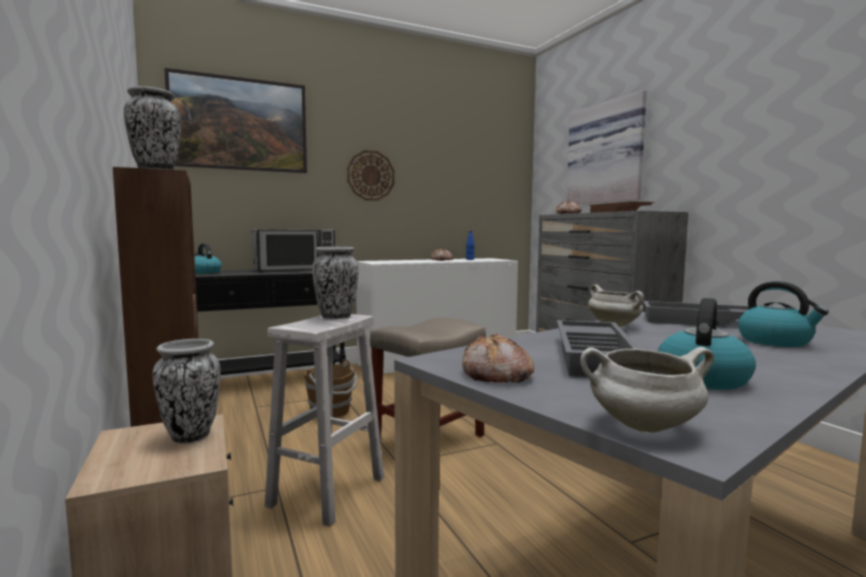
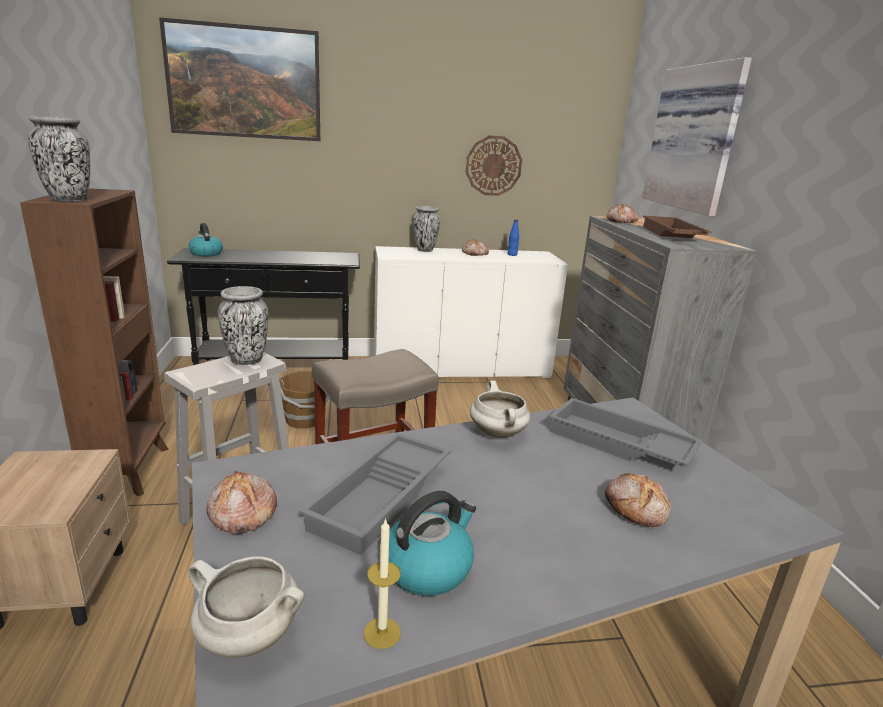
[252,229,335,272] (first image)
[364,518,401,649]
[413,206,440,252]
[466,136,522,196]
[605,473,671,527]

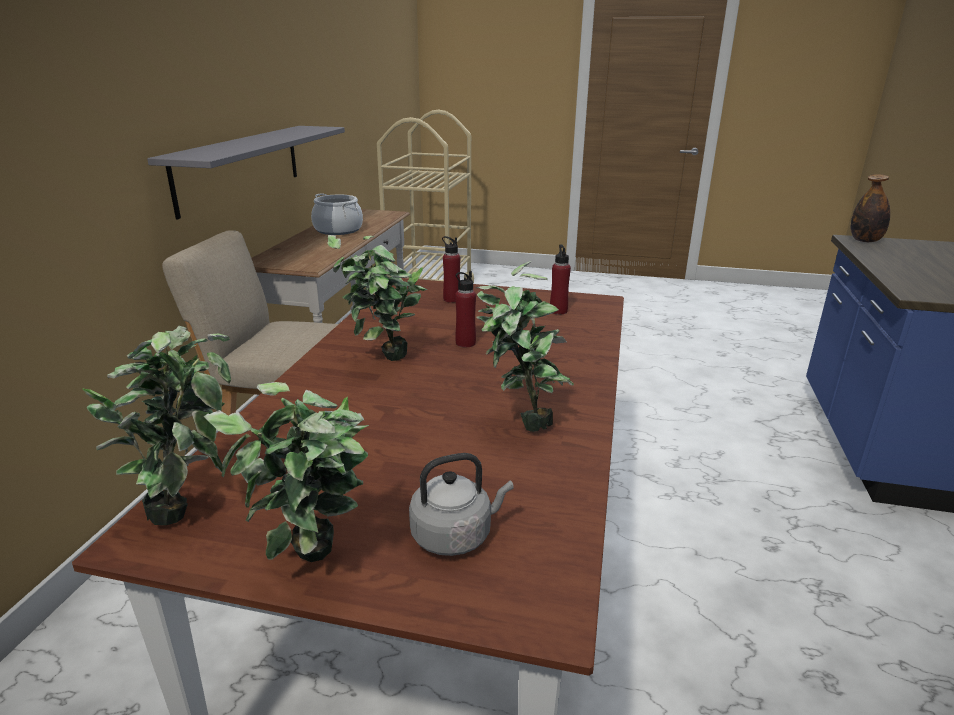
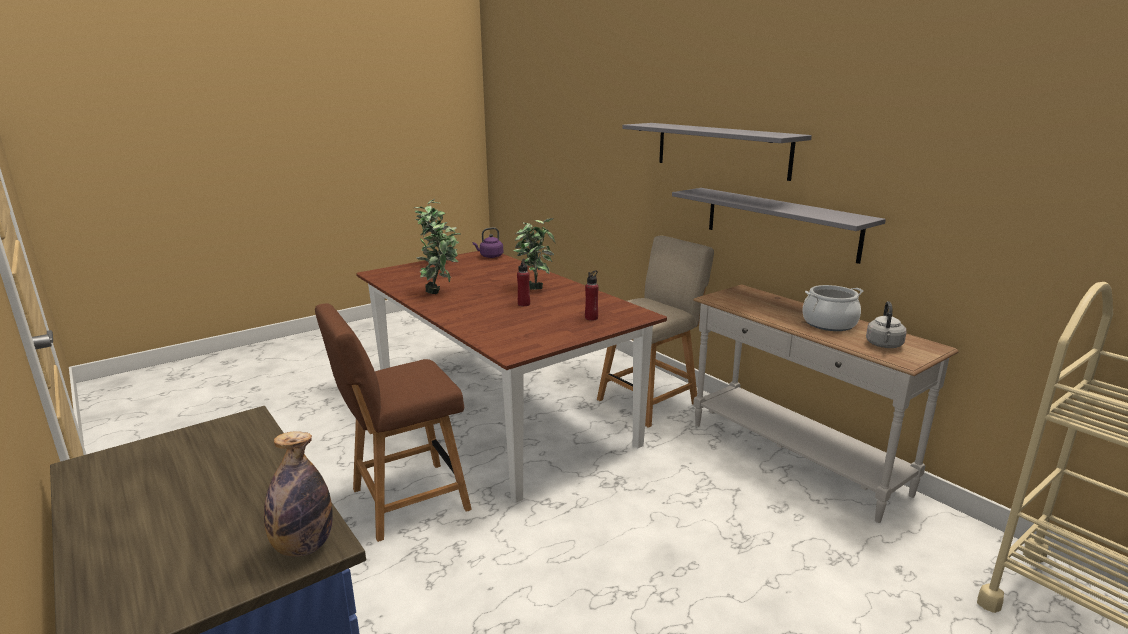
[550,244,571,315] (first image)
[315,303,472,542]
[622,123,812,181]
[866,301,907,348]
[473,227,503,258]

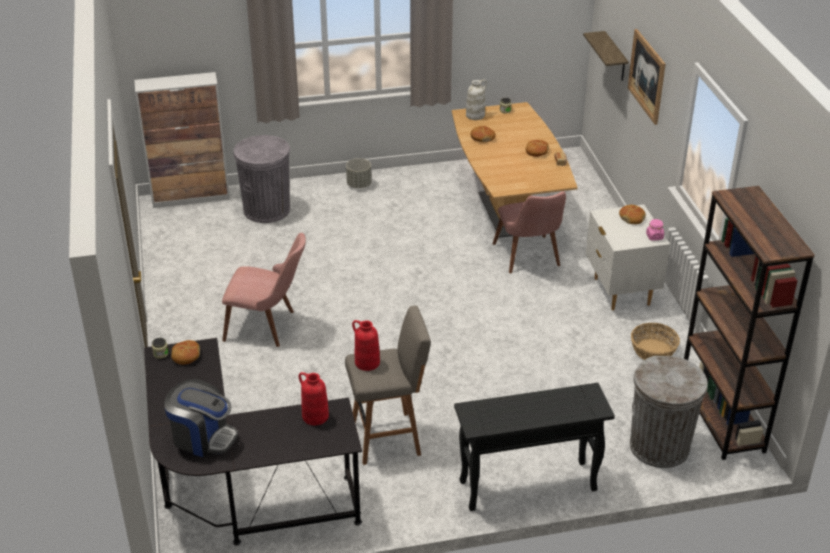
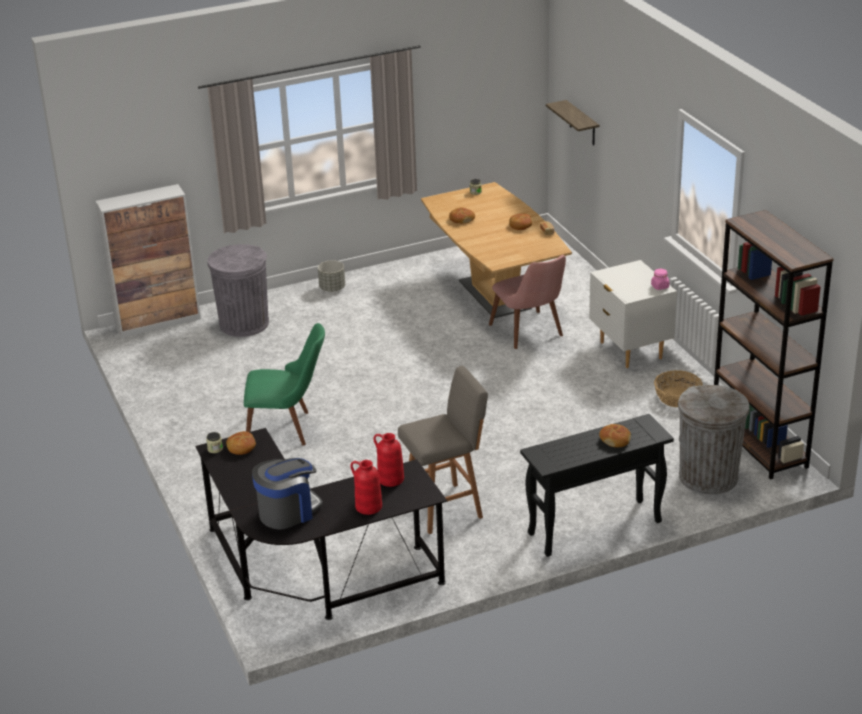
[466,79,487,120] (first image)
[628,29,666,125] (first image)
[350,460,382,515]
[599,424,631,447]
[244,323,325,446]
[252,458,323,530]

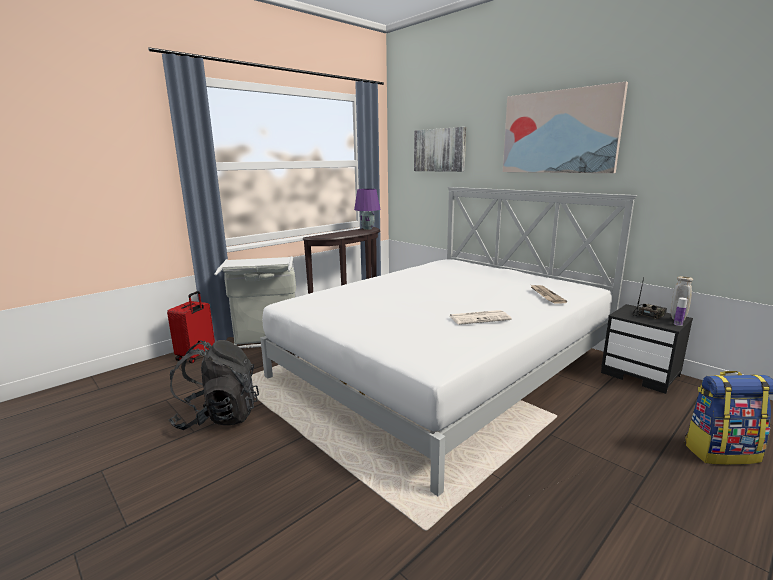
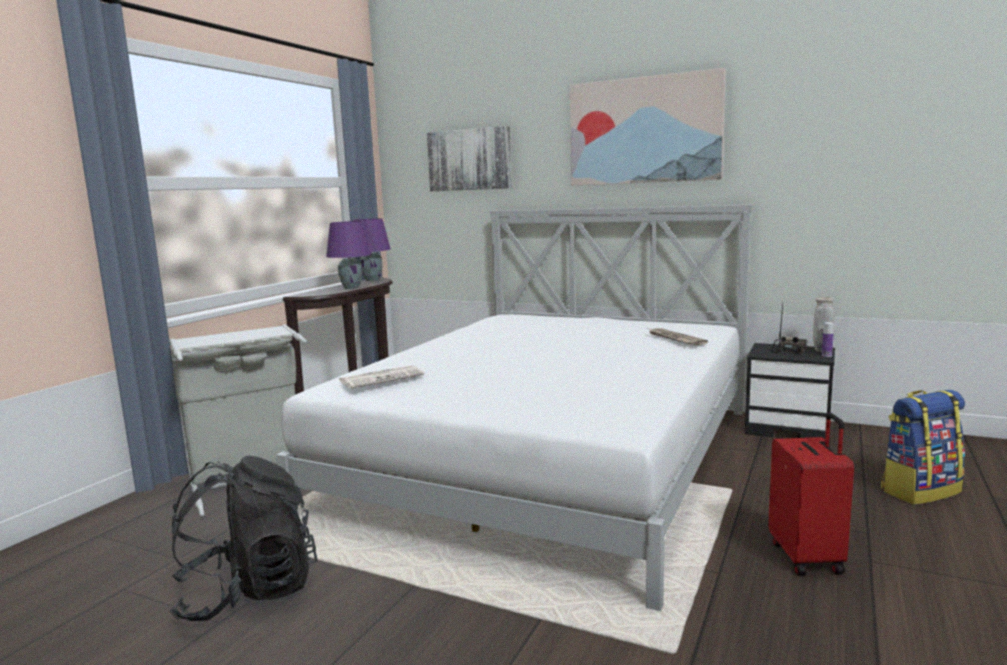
[326,221,371,289]
[768,413,854,576]
[339,365,424,389]

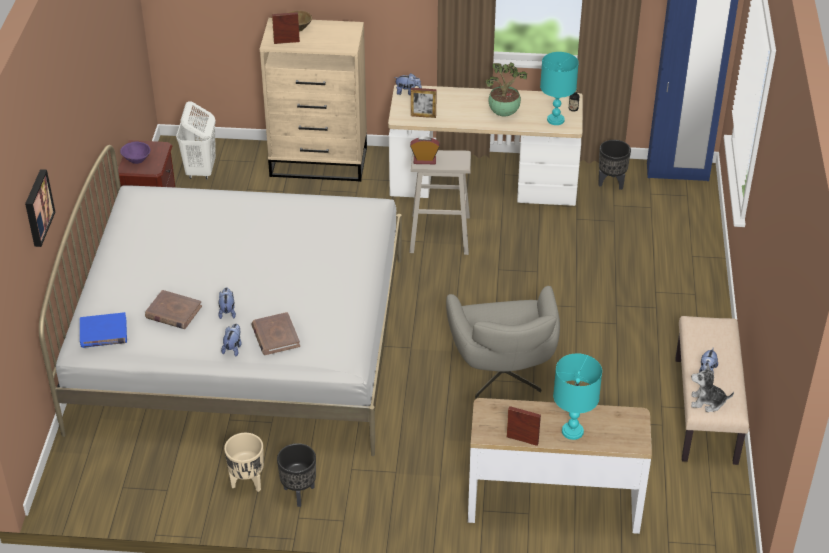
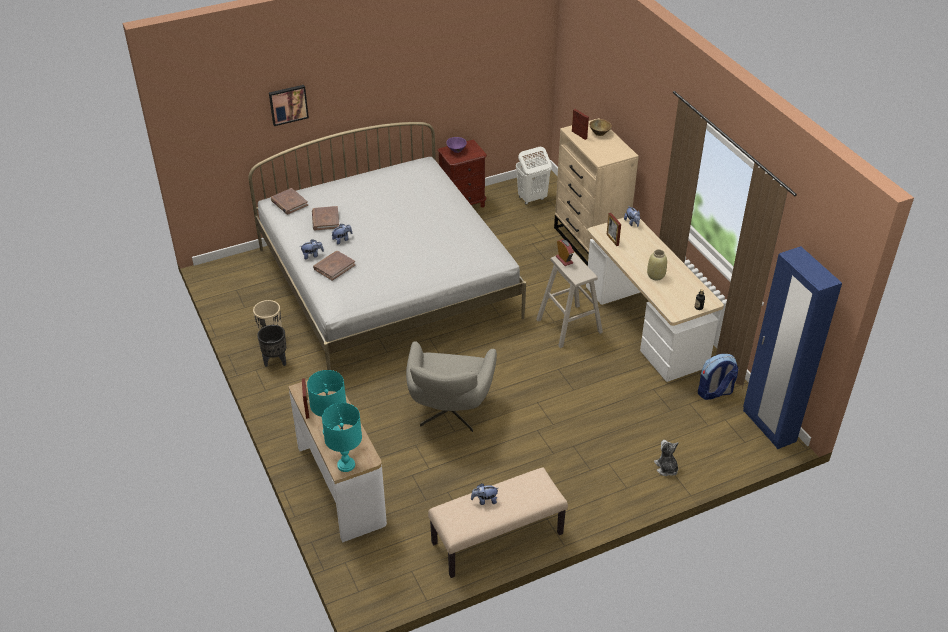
[322,403,362,472]
[654,440,679,476]
[647,249,667,280]
[698,354,738,400]
[271,188,308,215]
[406,341,497,432]

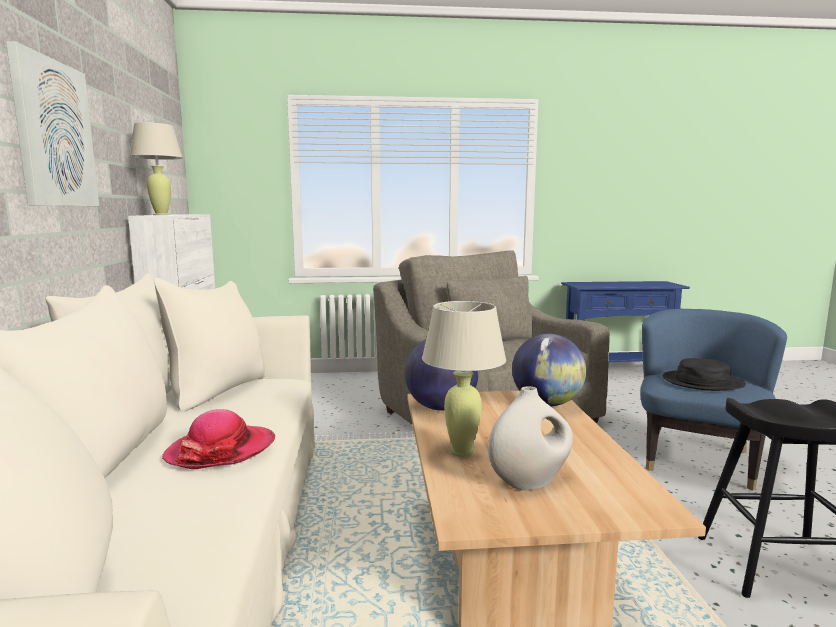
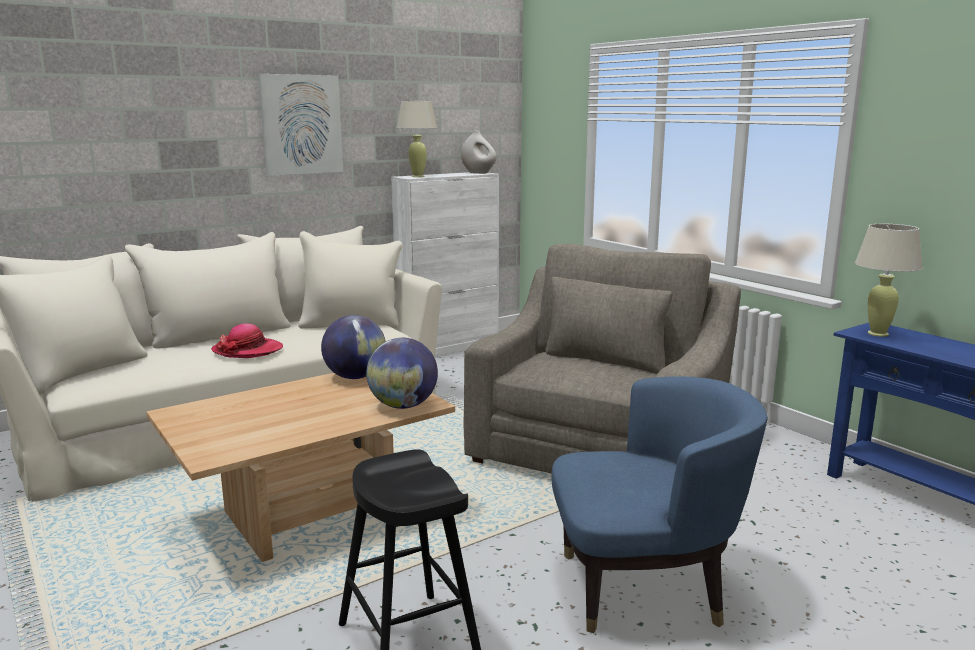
[663,358,746,391] (first image)
[855,224,923,337]
[461,130,497,174]

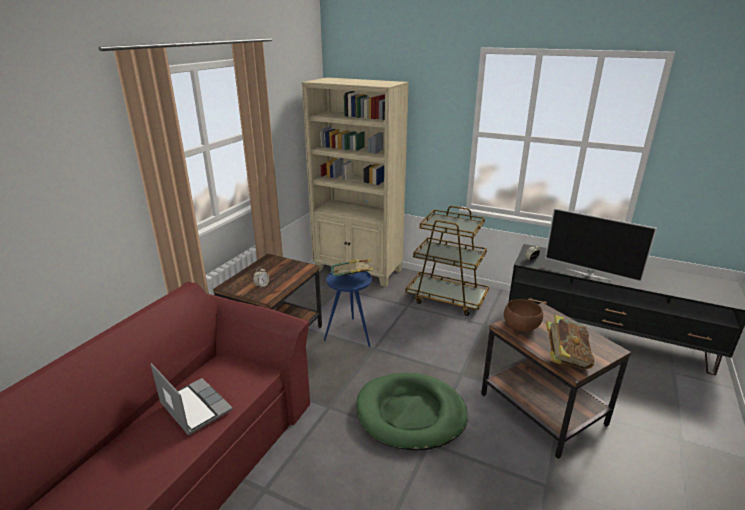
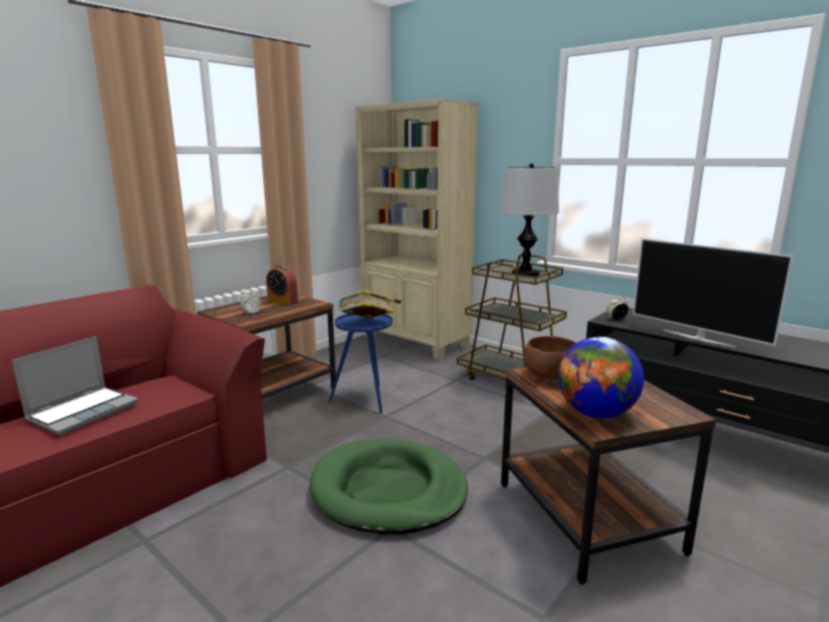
[266,265,298,305]
[500,163,559,277]
[558,337,644,418]
[12,336,139,435]

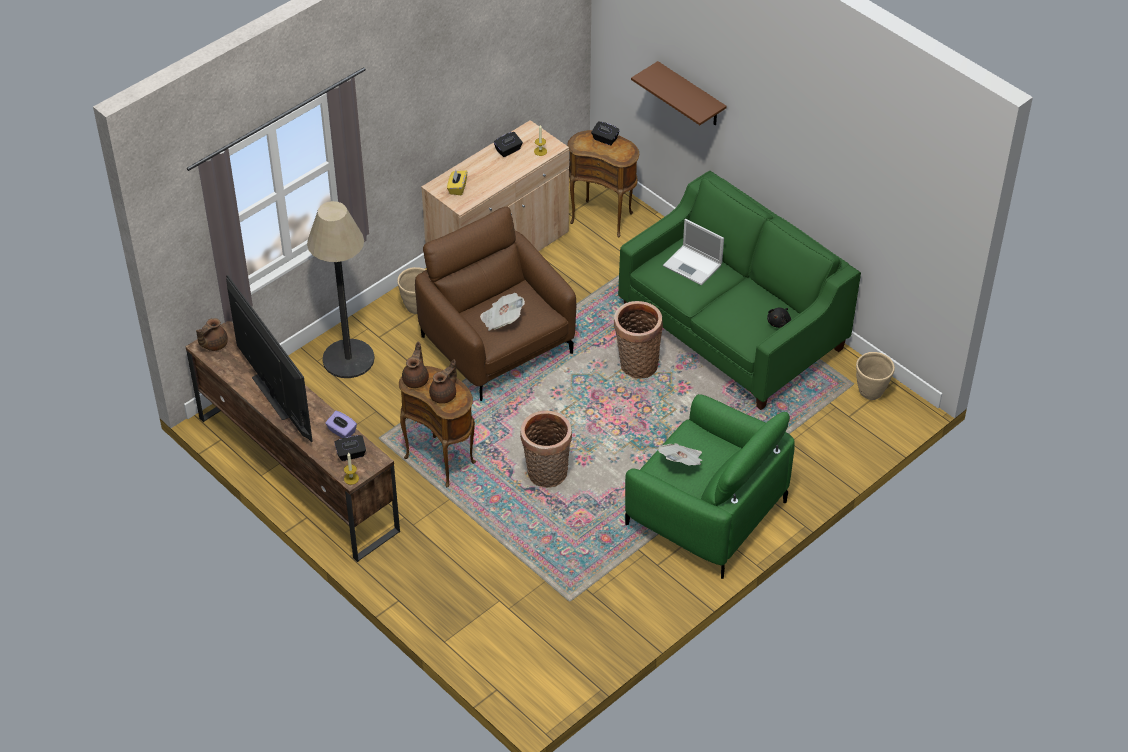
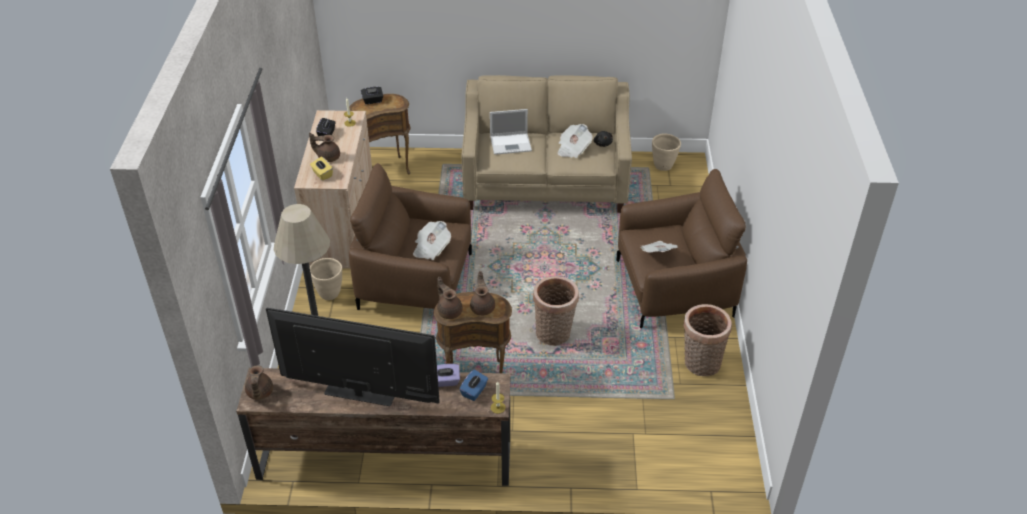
[631,61,727,126] (first image)
[309,133,340,162]
[557,124,593,158]
[683,304,732,376]
[459,369,488,401]
[461,75,632,213]
[616,169,747,329]

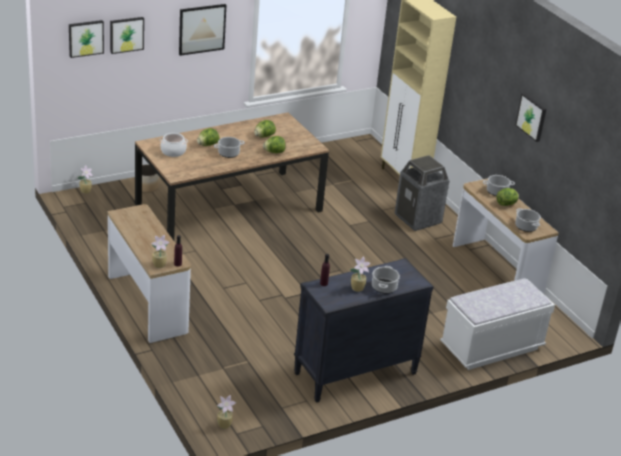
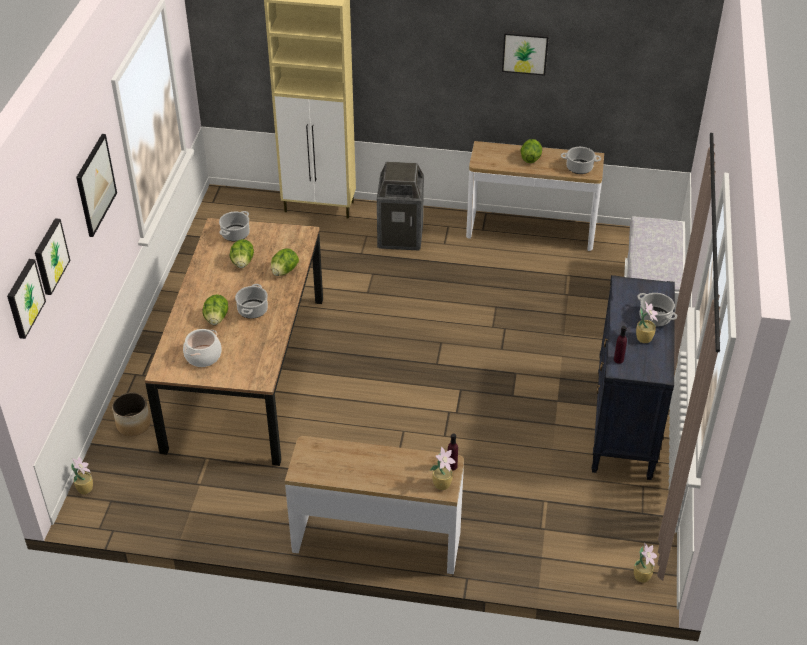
[219,211,250,241]

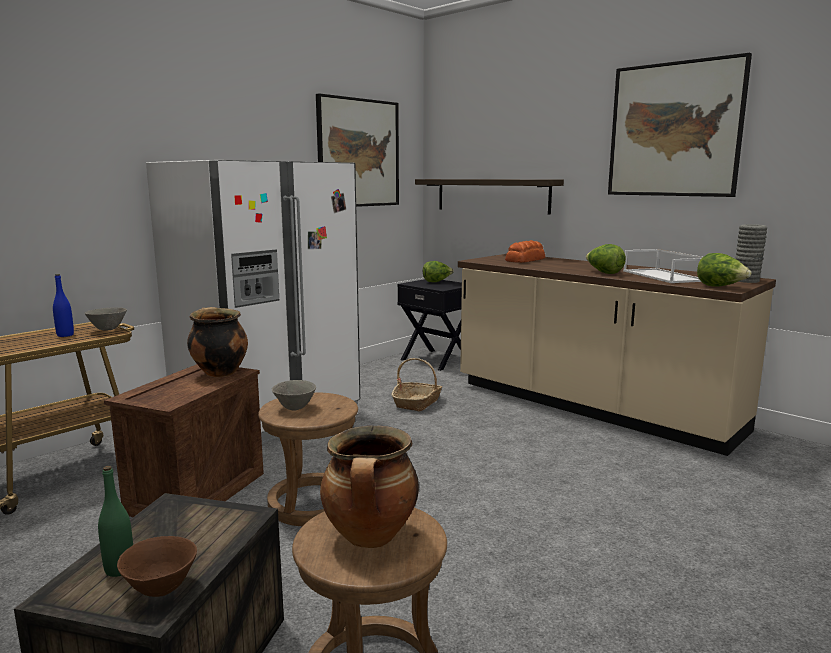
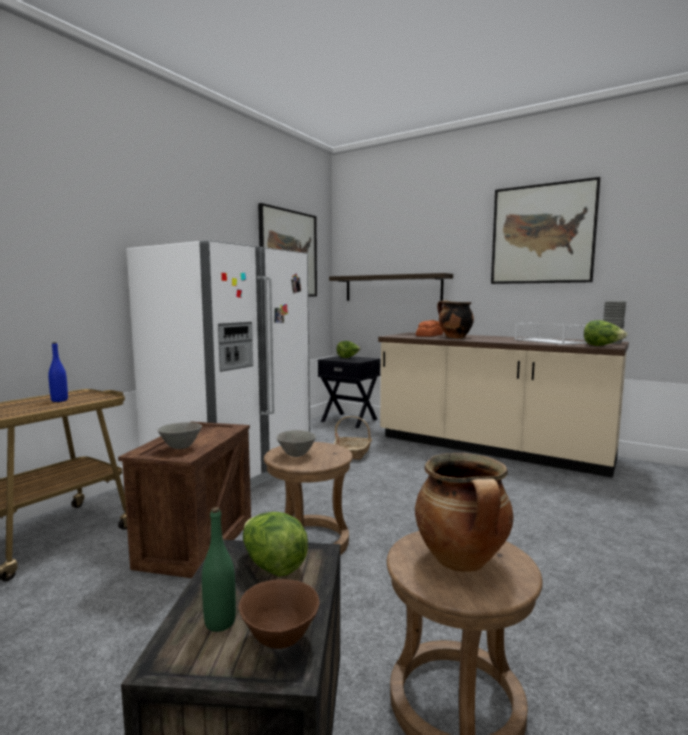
[158,422,202,449]
[437,300,474,339]
[243,512,308,577]

